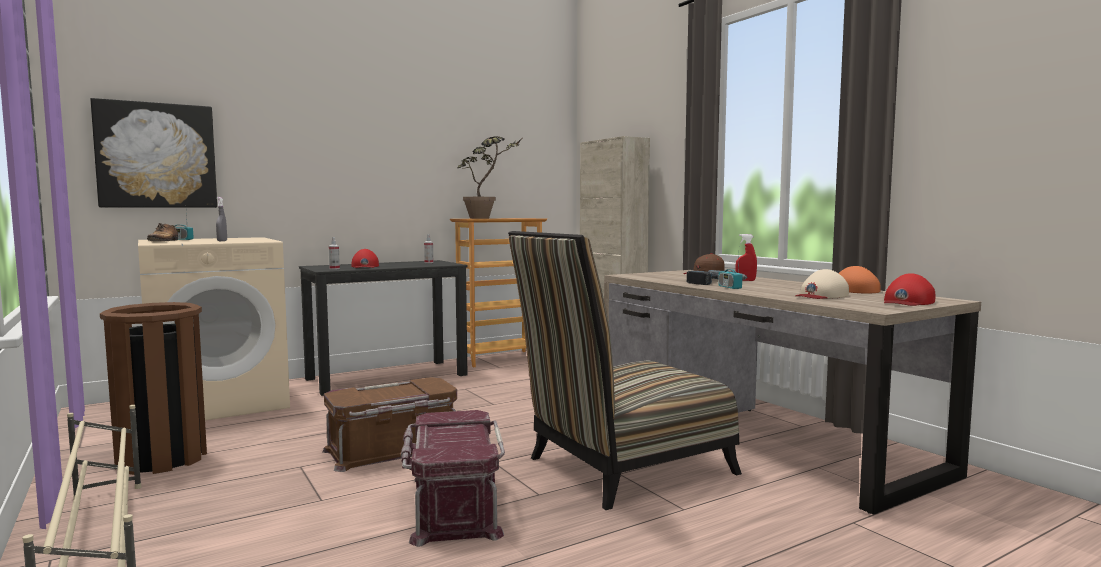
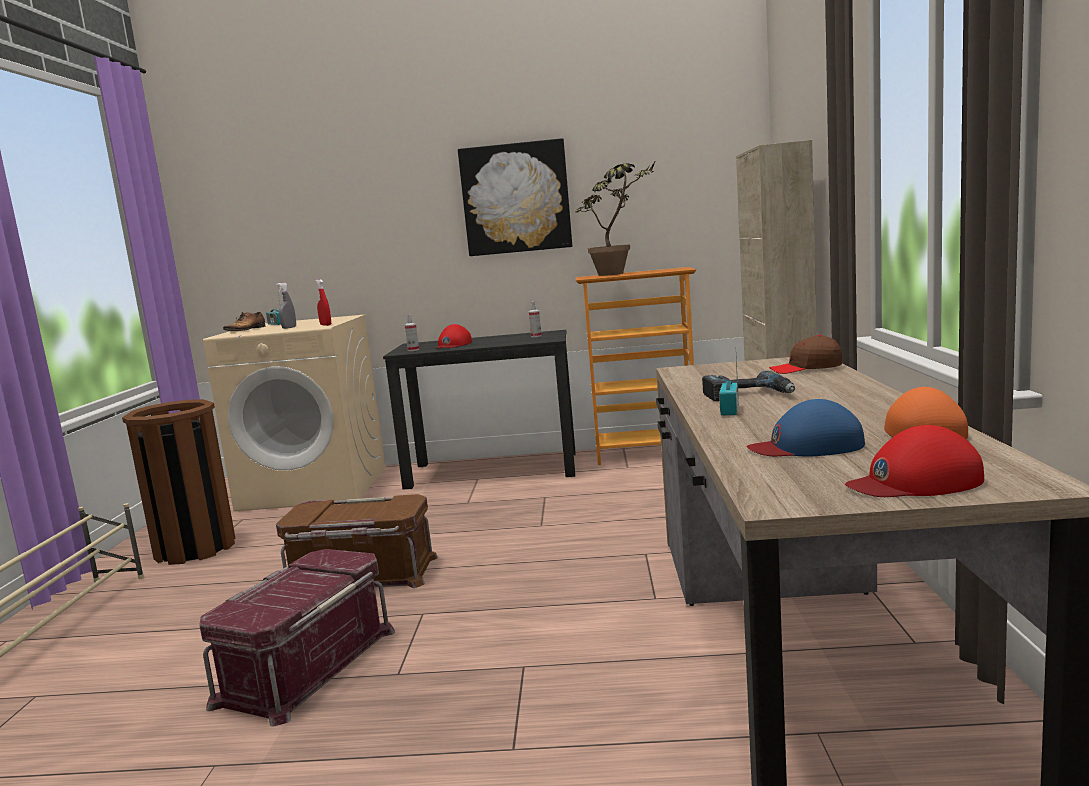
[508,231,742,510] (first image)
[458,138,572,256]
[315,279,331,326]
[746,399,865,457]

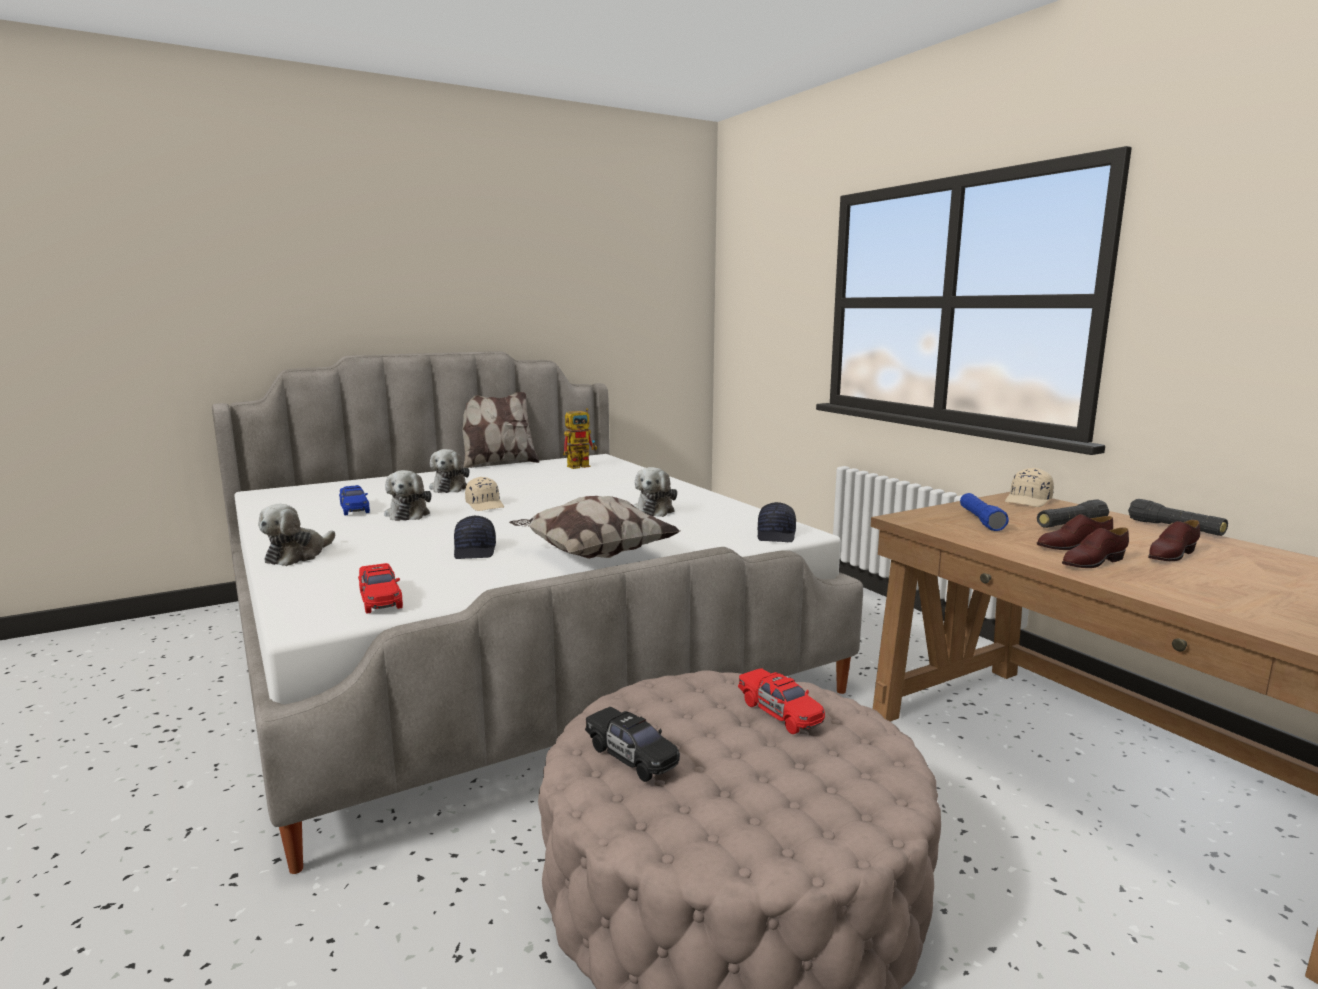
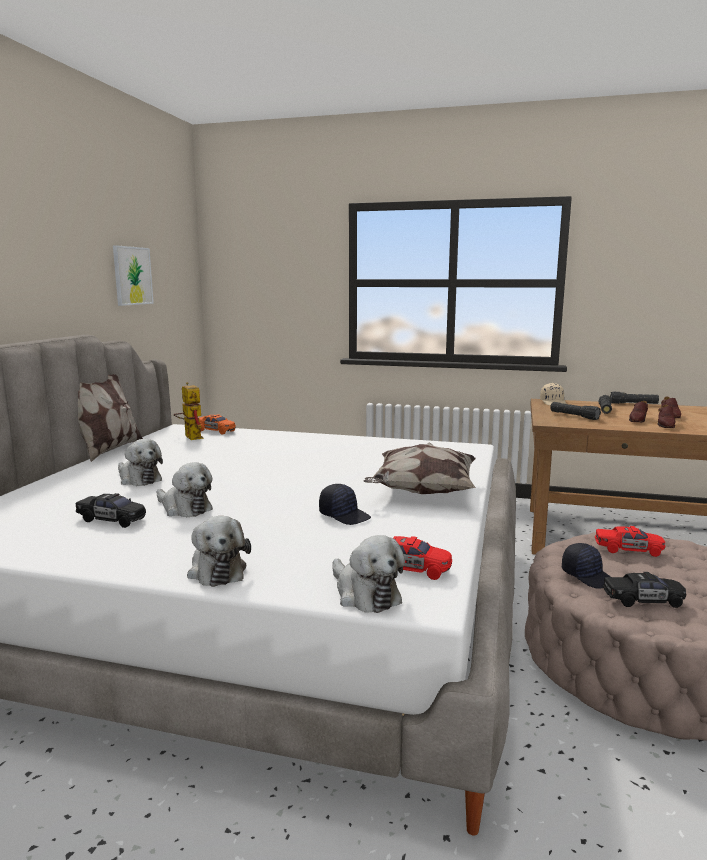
[465,477,504,511] (first image)
[113,245,154,306]
[199,414,236,435]
[332,535,405,613]
[562,543,611,588]
[76,493,146,528]
[550,402,601,420]
[174,382,203,440]

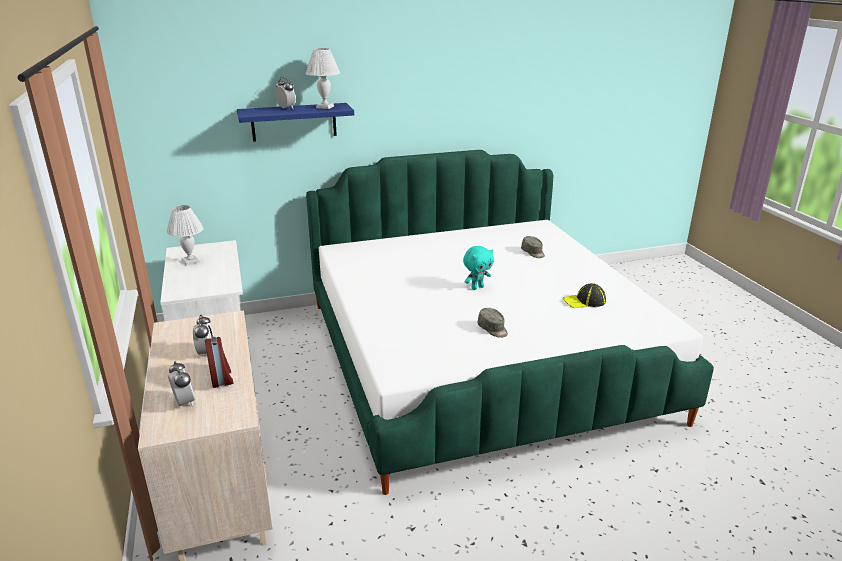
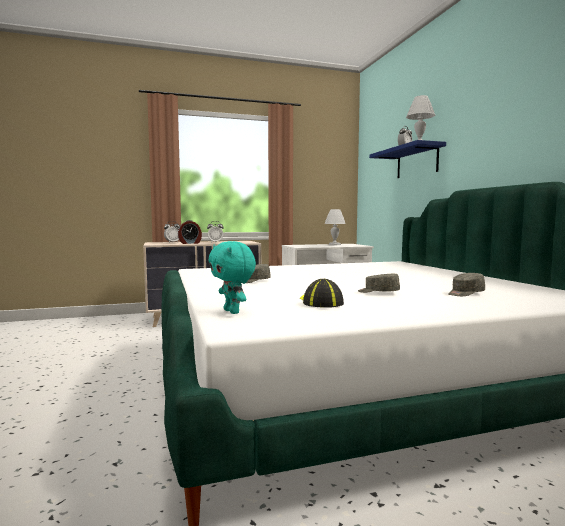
[358,274,400,293]
[208,241,256,314]

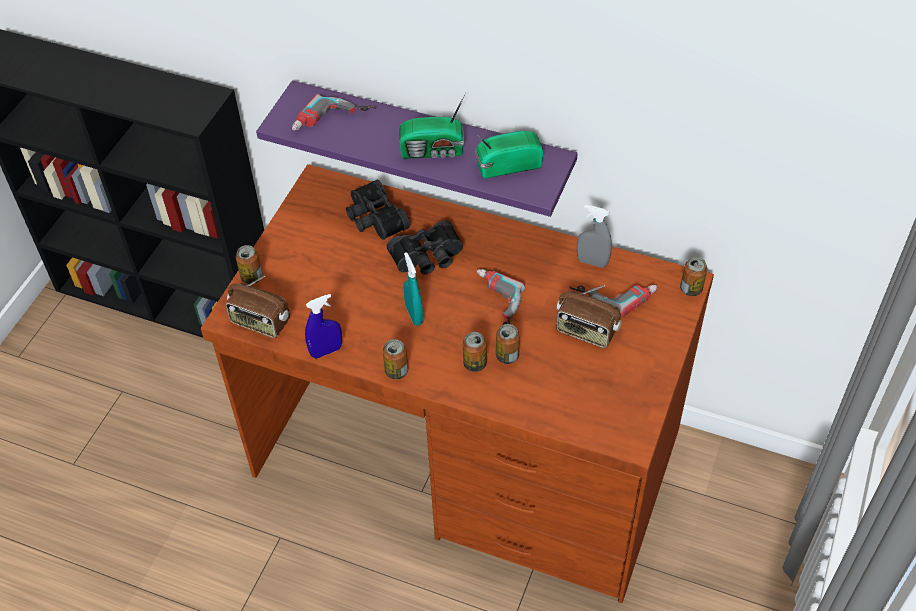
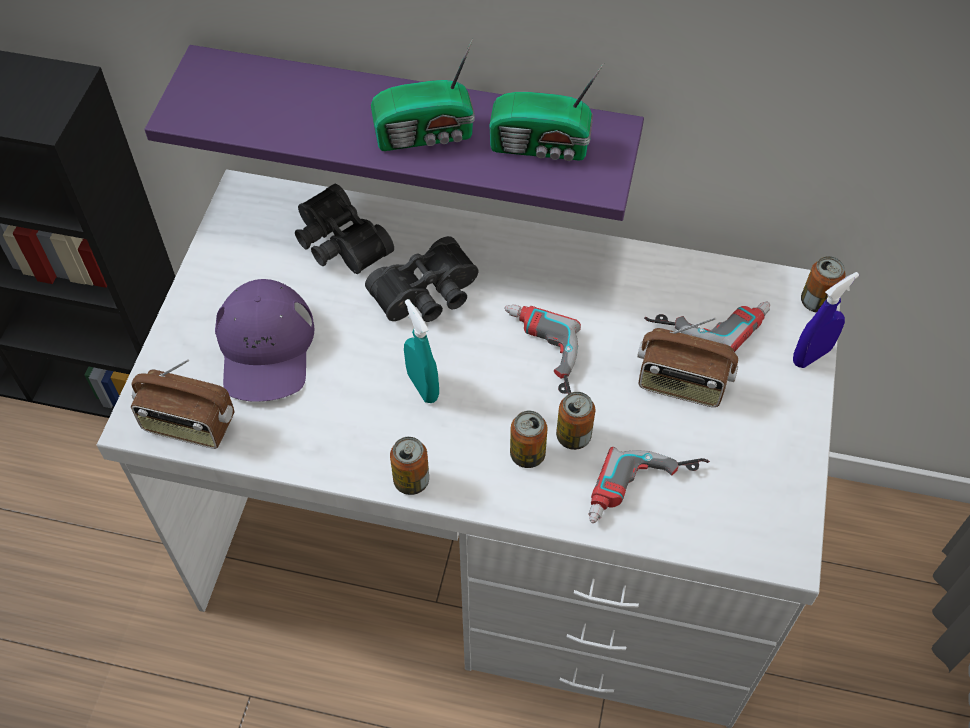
[236,245,263,284] (first image)
[577,205,612,268] (first image)
[215,279,314,402]
[589,447,710,523]
[793,272,859,368]
[97,169,841,728]
[489,63,604,161]

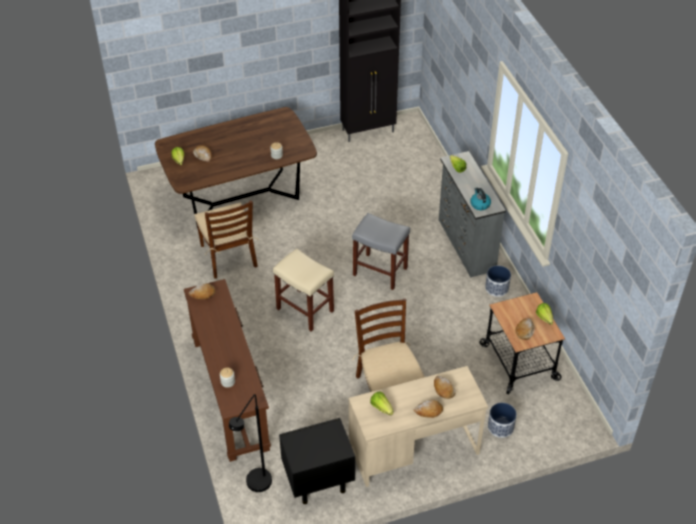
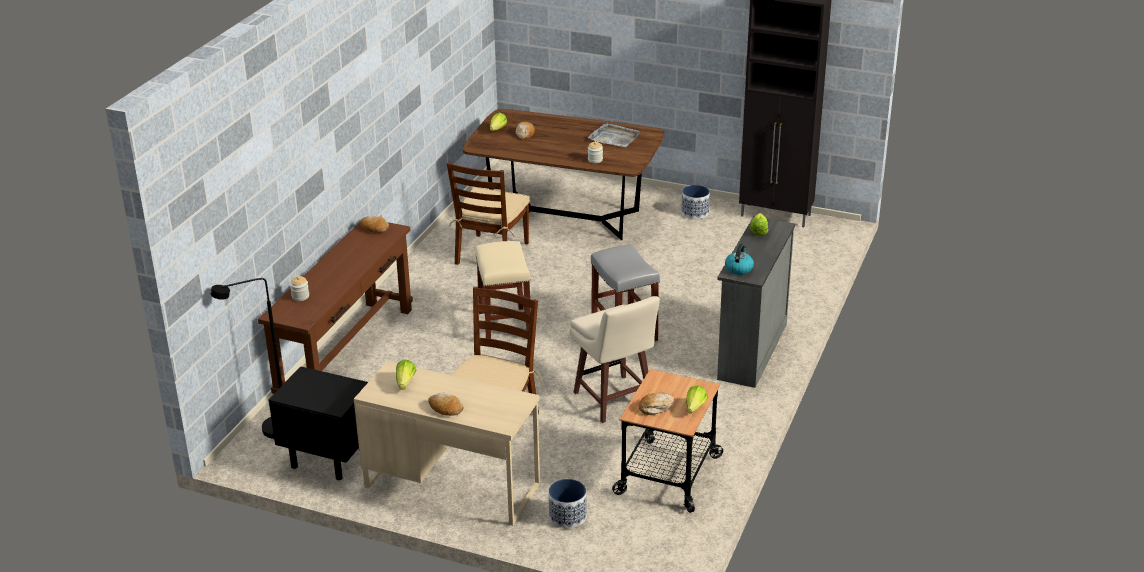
[434,376,456,399] (first image)
[569,296,660,423]
[588,123,640,147]
[681,185,710,219]

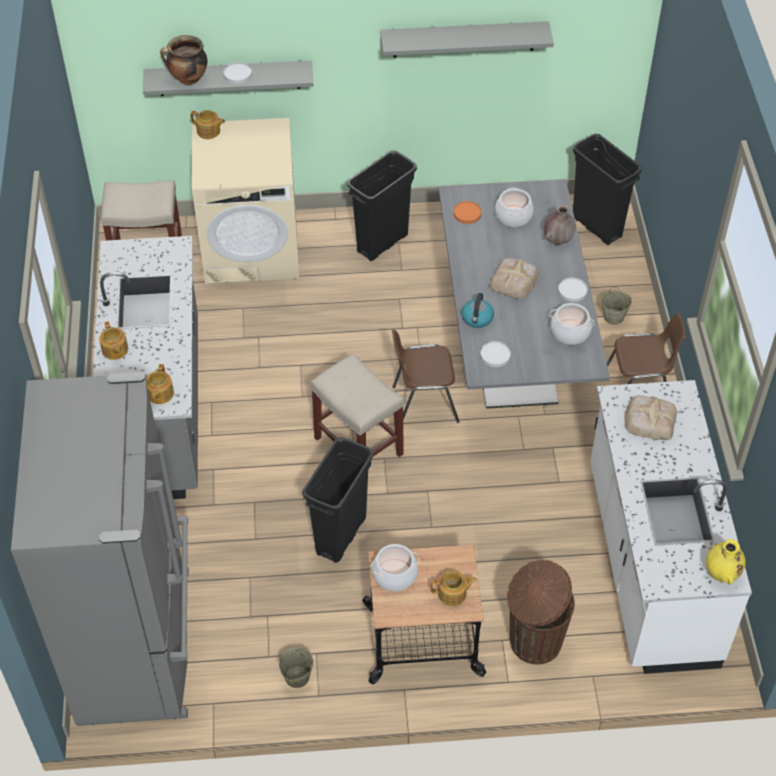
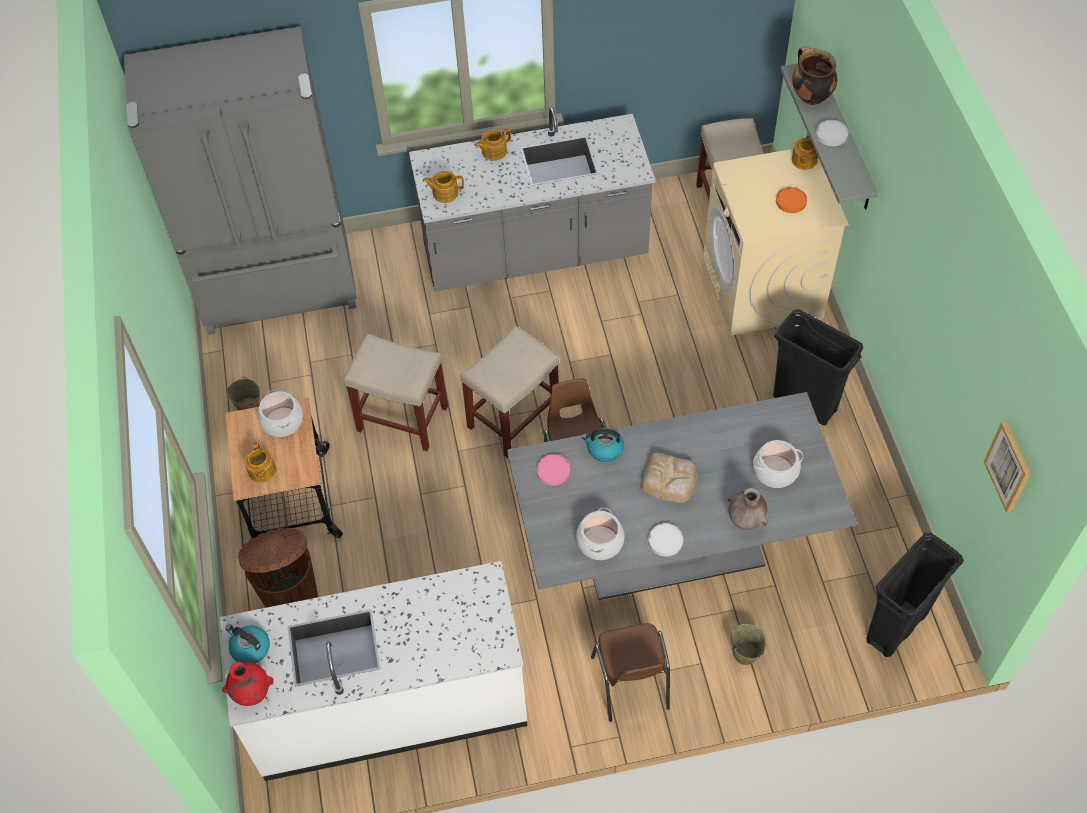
[380,21,554,58] (first image)
[624,395,677,440] (first image)
[225,624,270,663]
[984,421,1031,513]
[776,187,807,213]
[344,333,448,451]
[537,454,570,486]
[222,662,274,706]

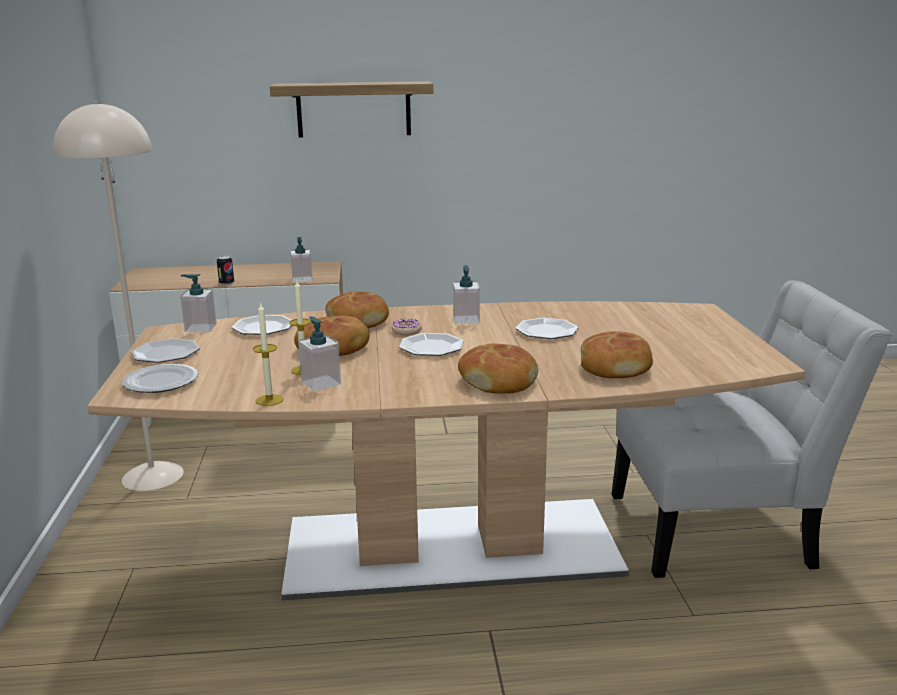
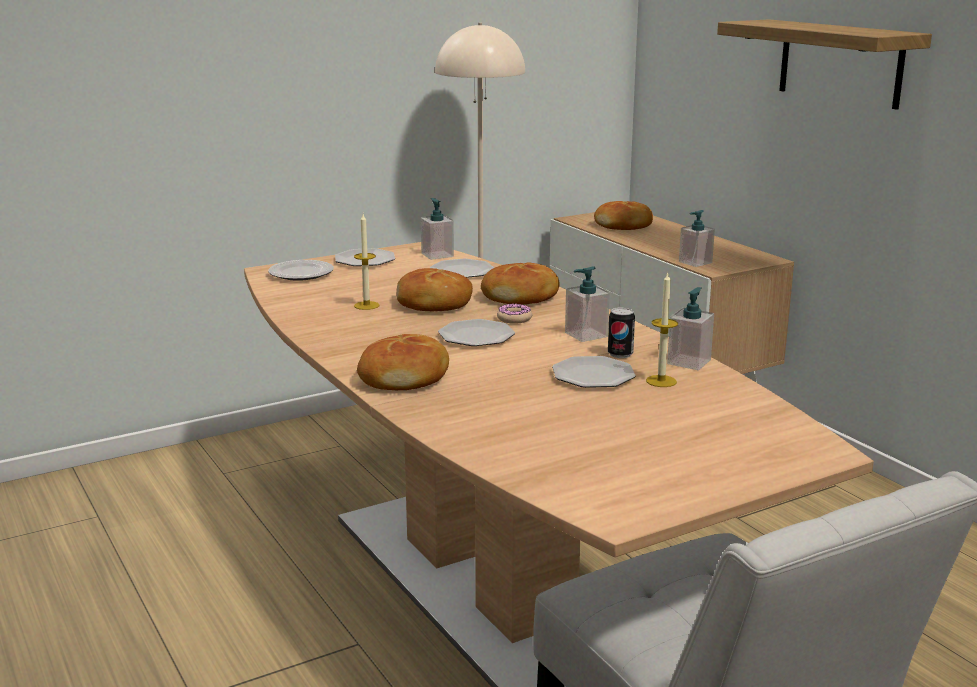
[608,307,635,358]
[646,273,678,387]
[667,287,714,370]
[594,201,653,230]

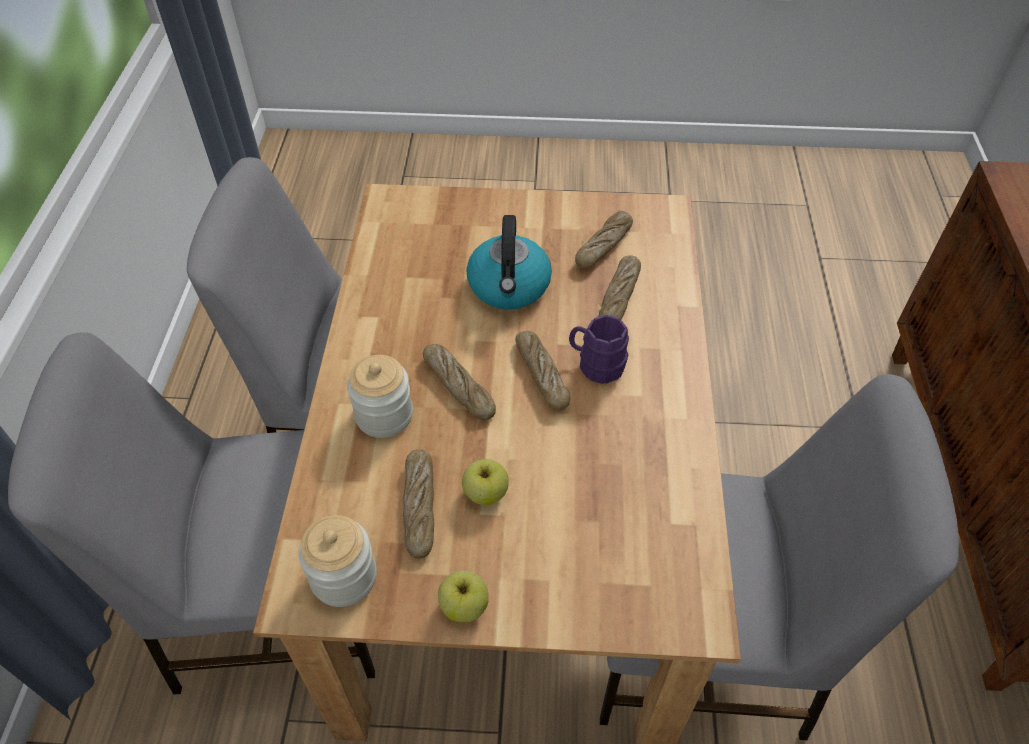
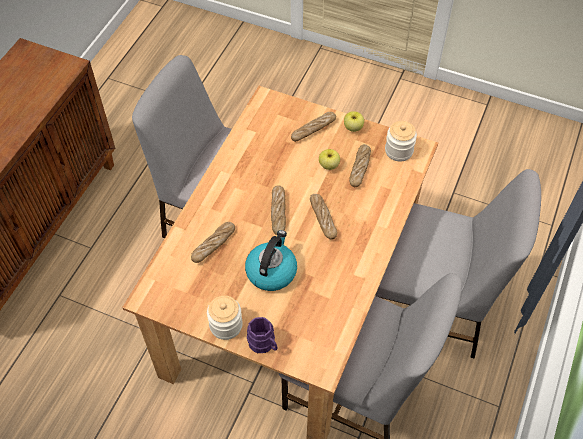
[207,295,243,340]
[247,317,277,353]
[291,112,336,142]

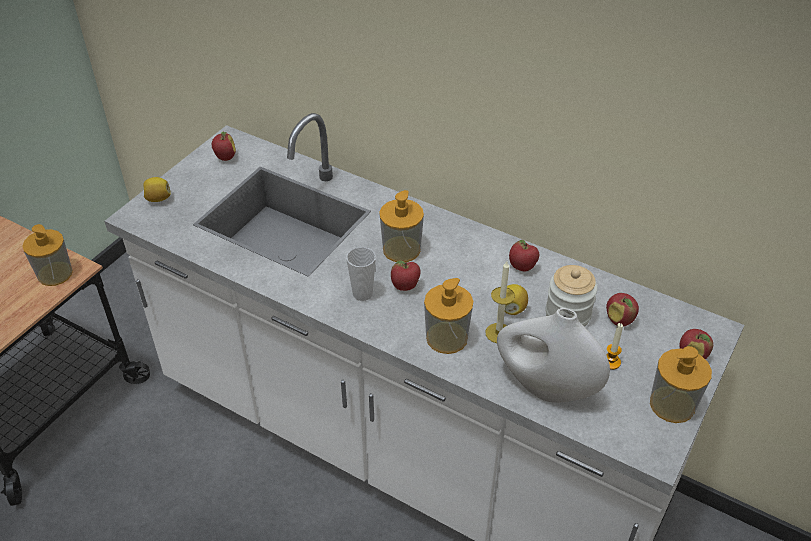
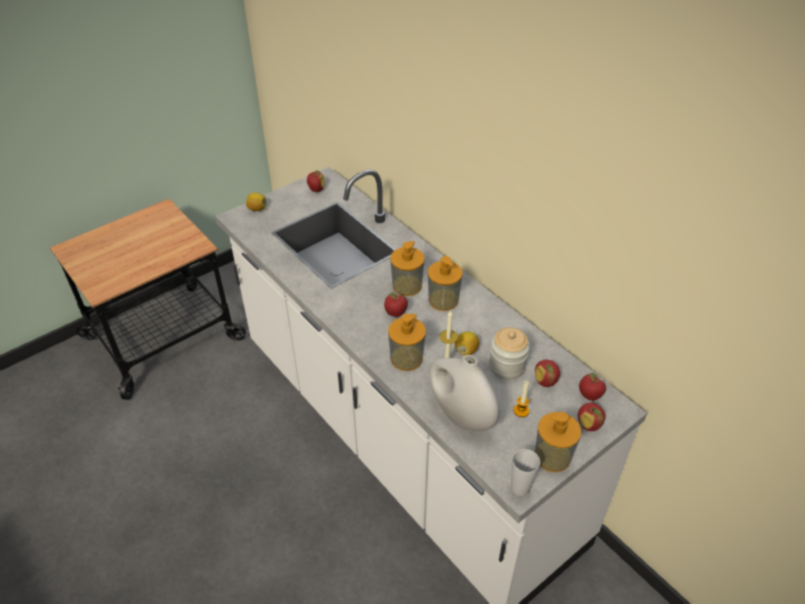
[428,256,463,311]
[511,449,540,496]
[579,373,606,401]

